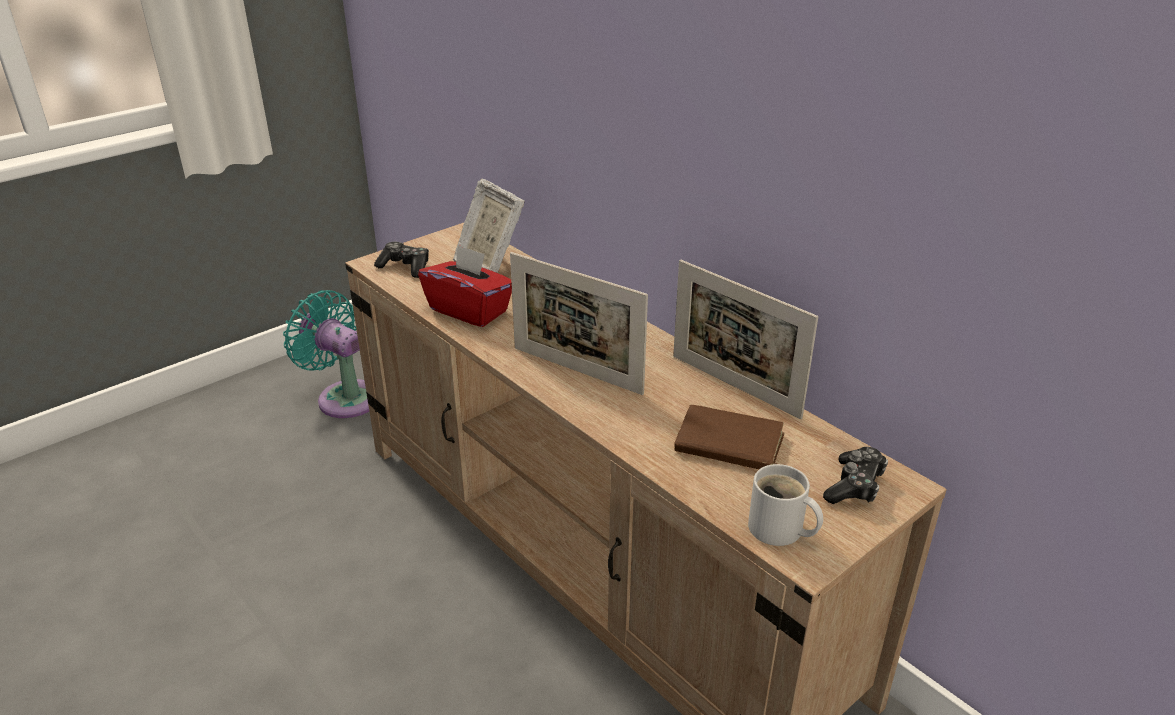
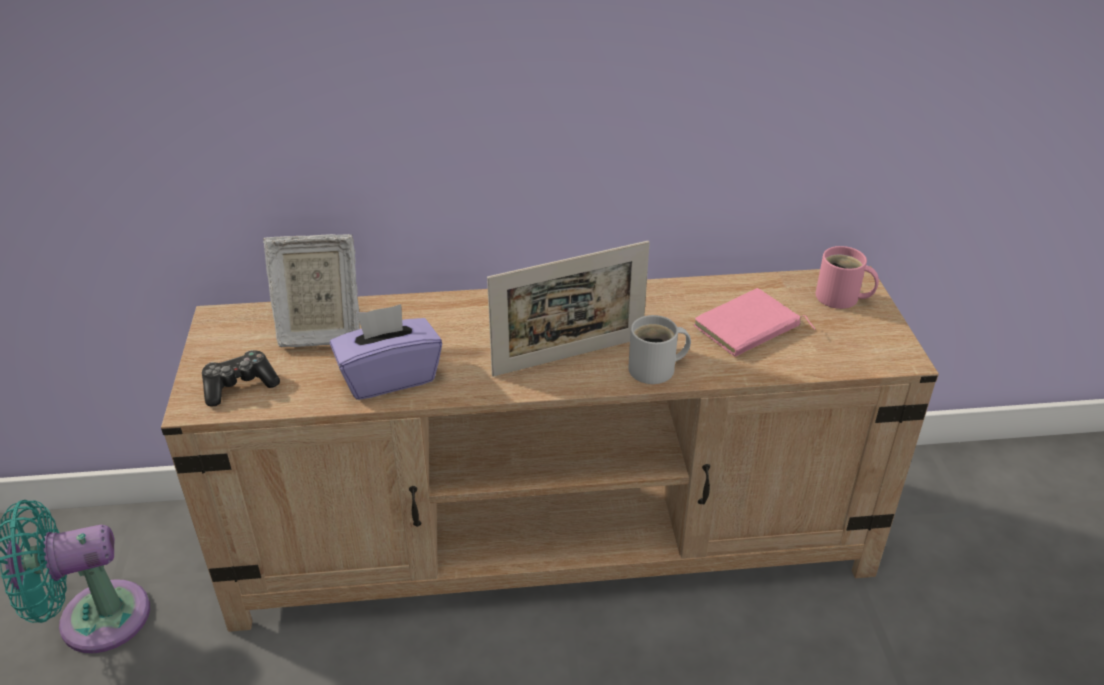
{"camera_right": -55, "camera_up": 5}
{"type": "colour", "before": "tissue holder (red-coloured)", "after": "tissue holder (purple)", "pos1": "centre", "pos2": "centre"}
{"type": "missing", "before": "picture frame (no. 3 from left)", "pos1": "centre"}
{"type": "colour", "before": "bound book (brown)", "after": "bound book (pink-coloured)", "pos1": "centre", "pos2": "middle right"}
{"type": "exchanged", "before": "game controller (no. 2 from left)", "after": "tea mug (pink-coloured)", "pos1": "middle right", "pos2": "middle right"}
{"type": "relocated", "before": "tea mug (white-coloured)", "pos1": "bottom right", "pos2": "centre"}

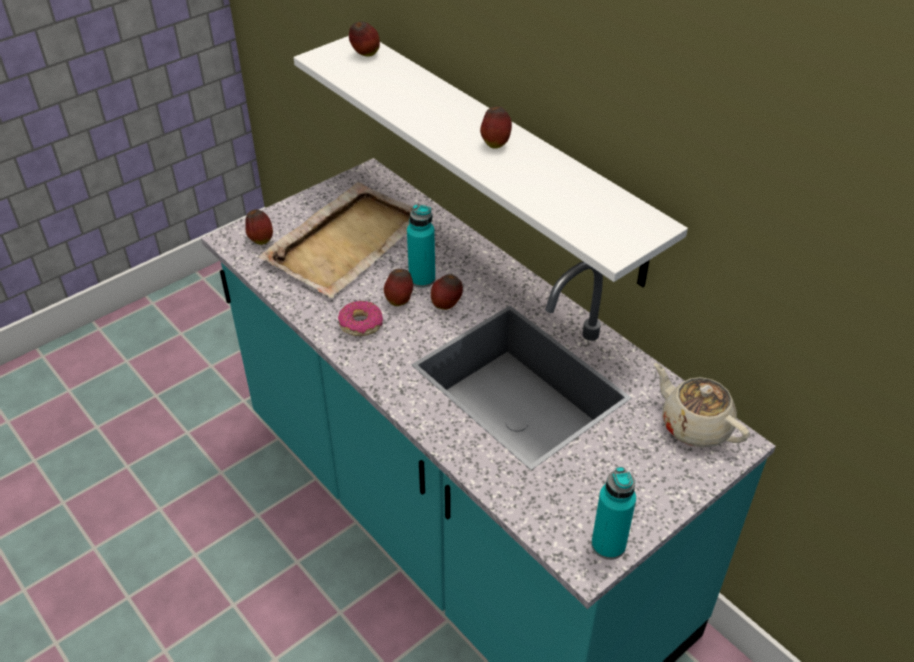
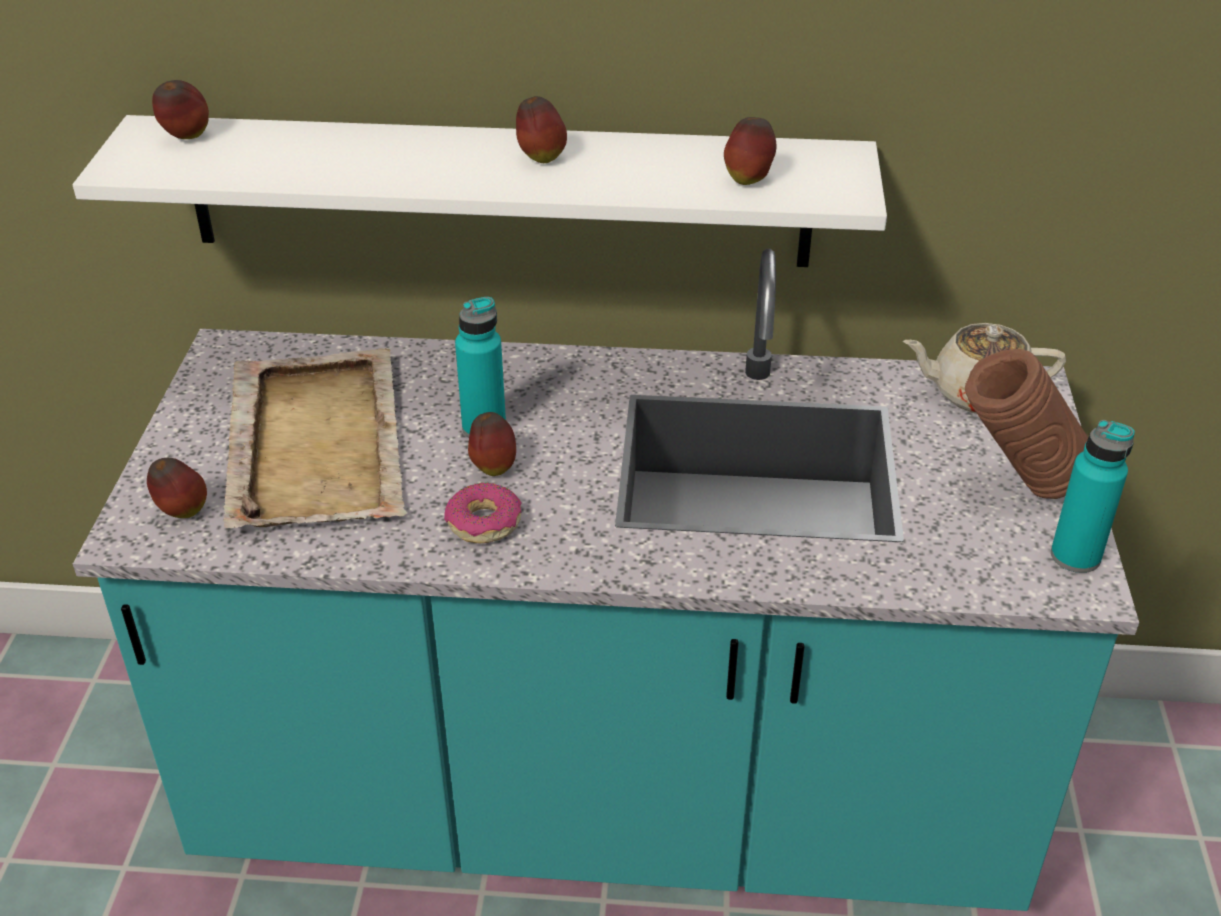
{"camera_right": -45, "camera_up": -5}
{"type": "relocated", "before": "apple fruit (no. 4 from left in the first image)", "after": "apple fruit (no. 5 from left)", "pos1": "centre", "pos2": "top centre"}
{"type": "appeared", "after": "vase (brown)", "pos2": "middle right"}

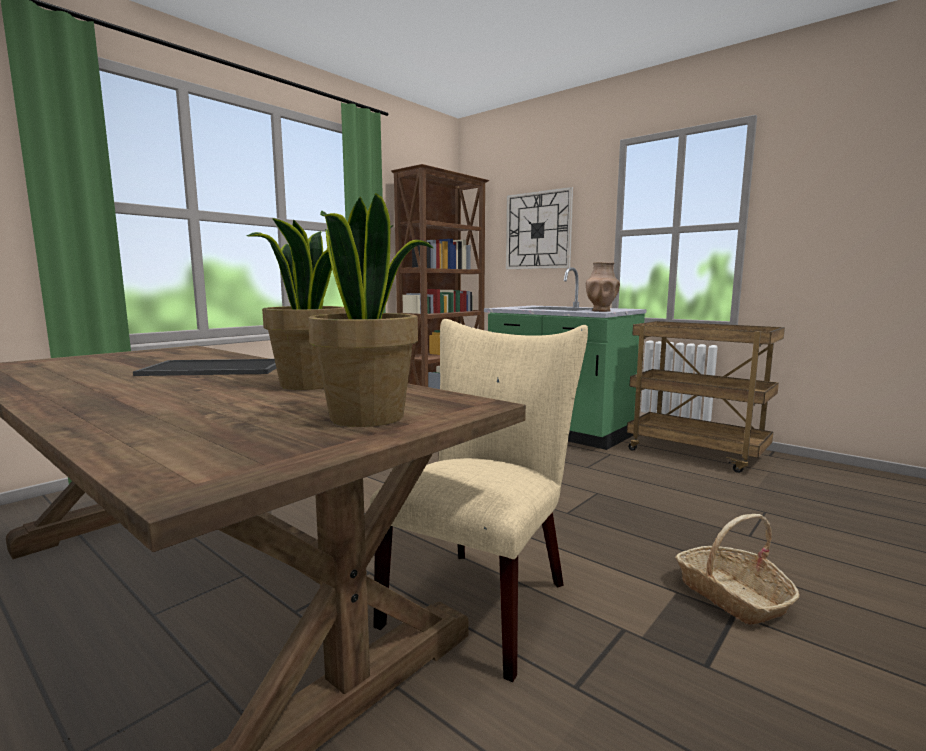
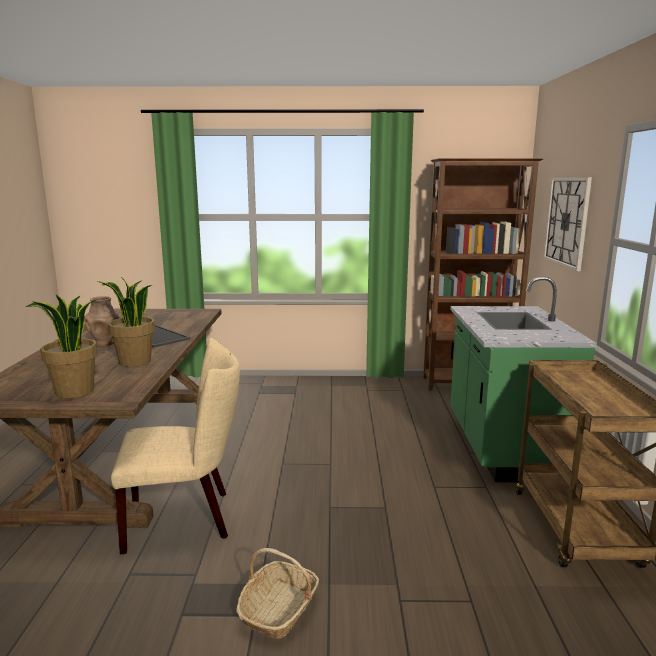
{"camera_right": 50, "camera_up": 5}
{"type": "relocated", "before": "vase (brown)", "pos1": "centre", "pos2": "middle left"}

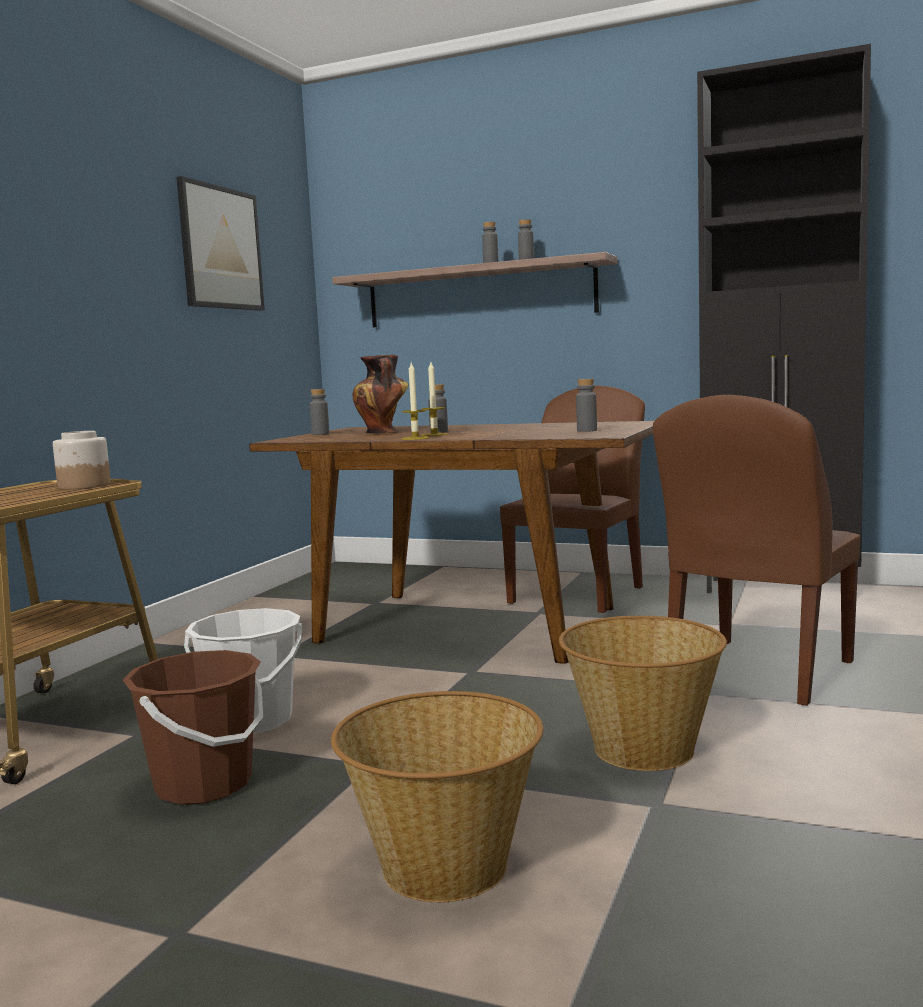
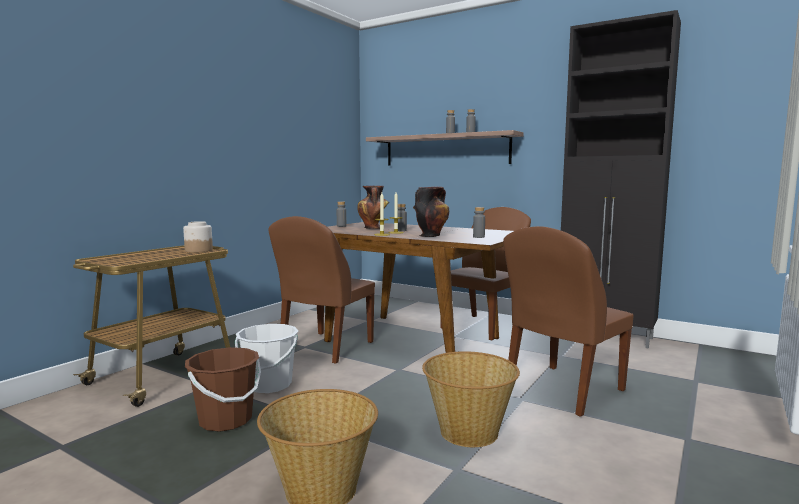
{"camera_right": 10, "camera_up": 0}
{"type": "missing", "before": "picture", "pos1": "top left"}
{"type": "appeared", "after": "vase (no. 2 from left)", "pos2": "centre"}
{"type": "appeared", "after": "upright chair (brown) (no. 1 from left)", "pos2": "centre"}

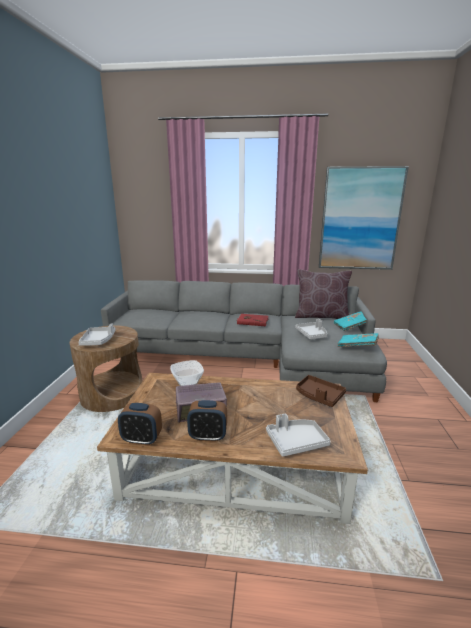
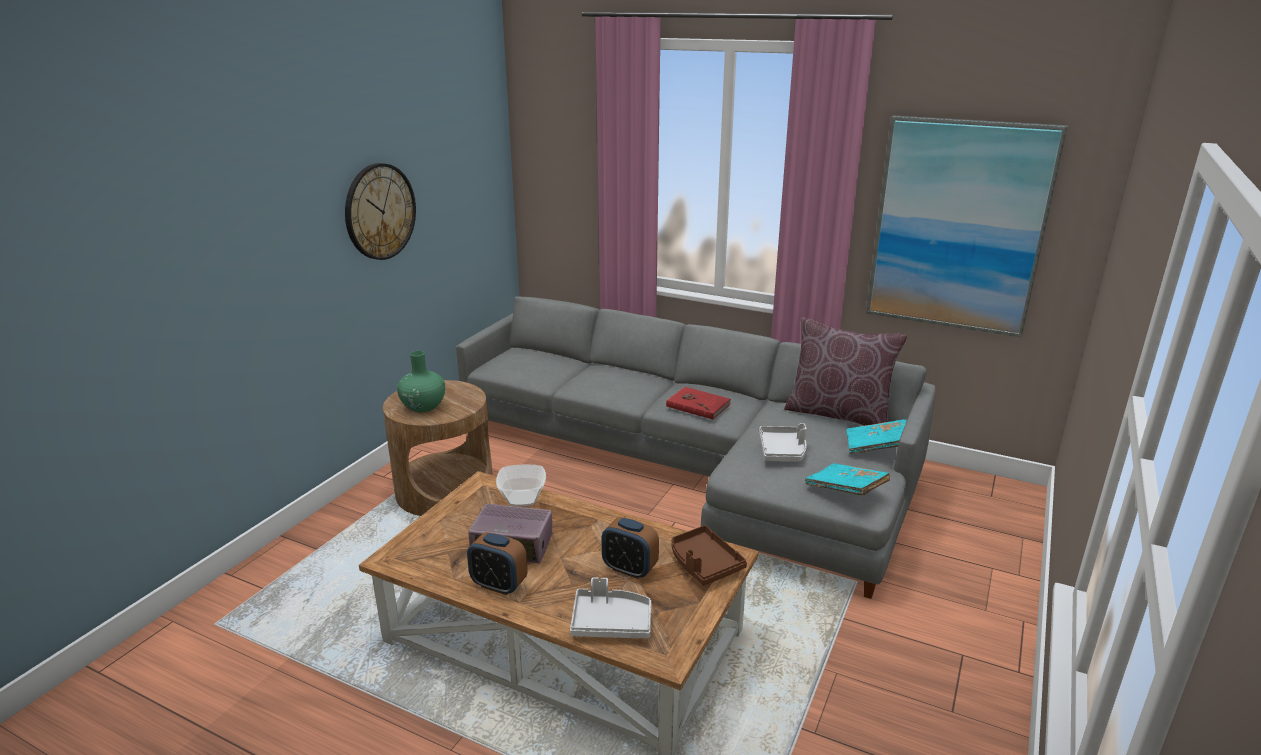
{"camera_right": 20, "camera_up": 5}
{"type": "exchanged", "before": "tray (grey) (no. 1 from left)", "after": "vase (green)", "pos1": "middle left", "pos2": "centre"}
{"type": "relocated", "before": "bedside clock (no. 1 from left in the first image)", "after": "bedside clock (no. 2 from left)", "pos1": "bottom left", "pos2": "bottom centre"}
{"type": "appeared", "after": "clock on the wall", "pos2": "top left"}

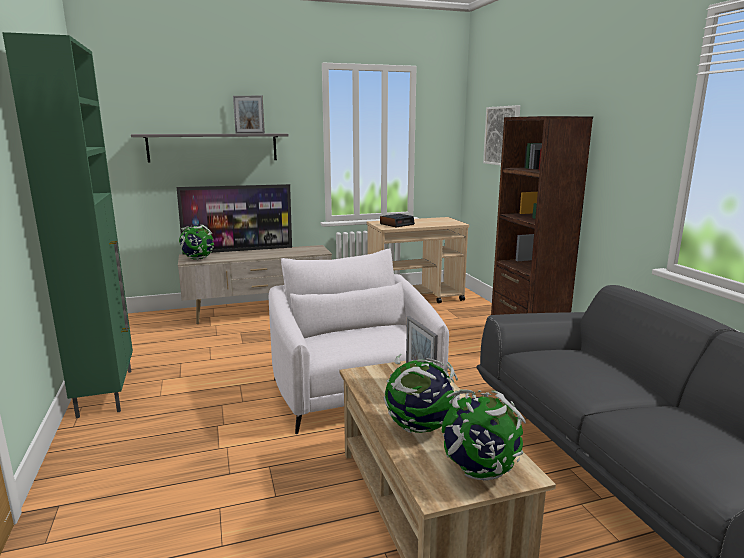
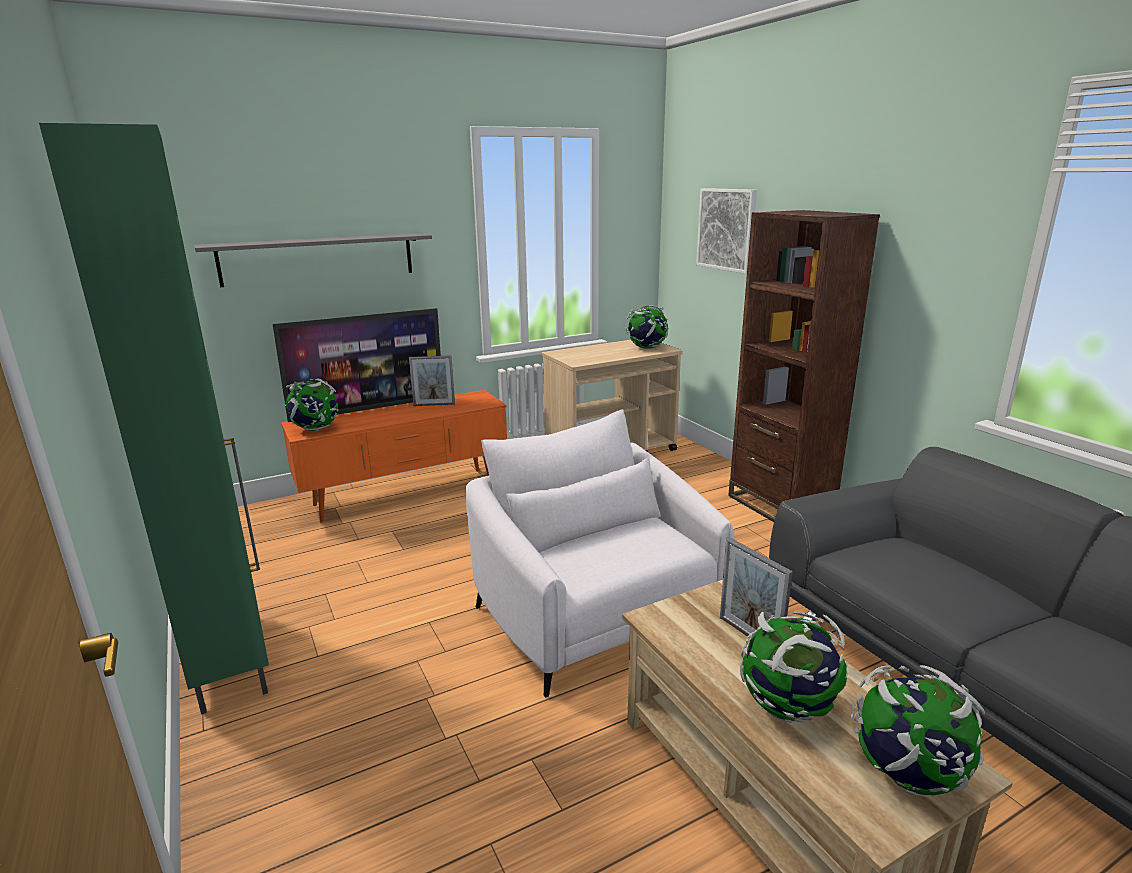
{"camera_right": -10, "camera_up": 5}
{"type": "relocated", "before": "picture frame (no. 1 from left)", "pos1": "top centre", "pos2": "centre"}
{"type": "missing", "before": "bedside clock", "pos1": "centre"}
{"type": "colour", "before": "tv unit (beige-coloured)", "after": "tv unit (orange)", "pos1": "centre", "pos2": "centre"}
{"type": "appeared", "after": "world globe (no. 2 from left)", "pos2": "centre"}

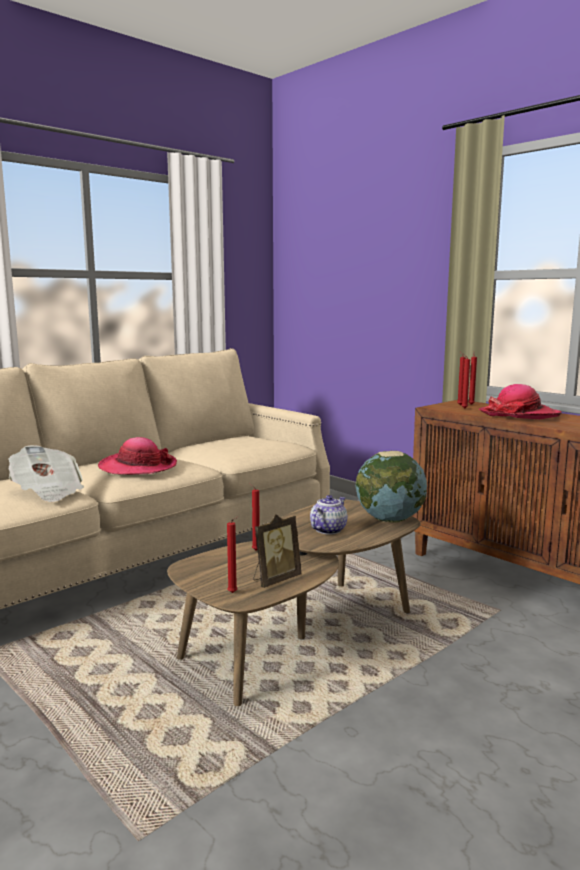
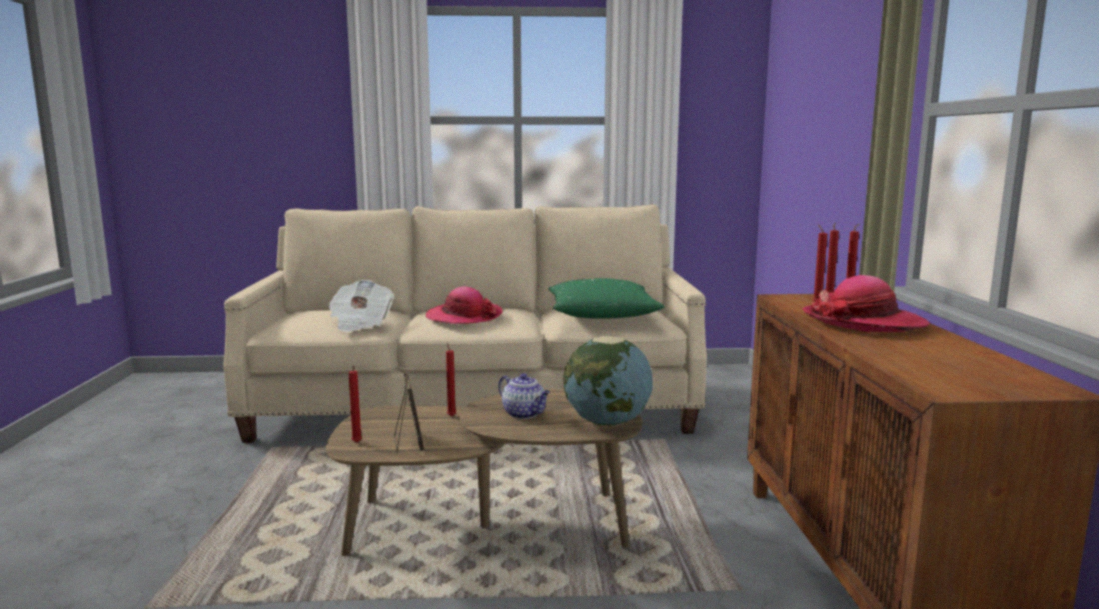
{"camera_right": 40, "camera_up": 0}
{"type": "spun", "before": "tea pot", "pos1": "centre", "pos2": "centre", "turn": 60}
{"type": "spun", "before": "picture frame", "pos1": "centre", "pos2": "bottom centre", "turn": -105}
{"type": "appeared", "after": "throw pillow (green)", "pos2": "centre"}

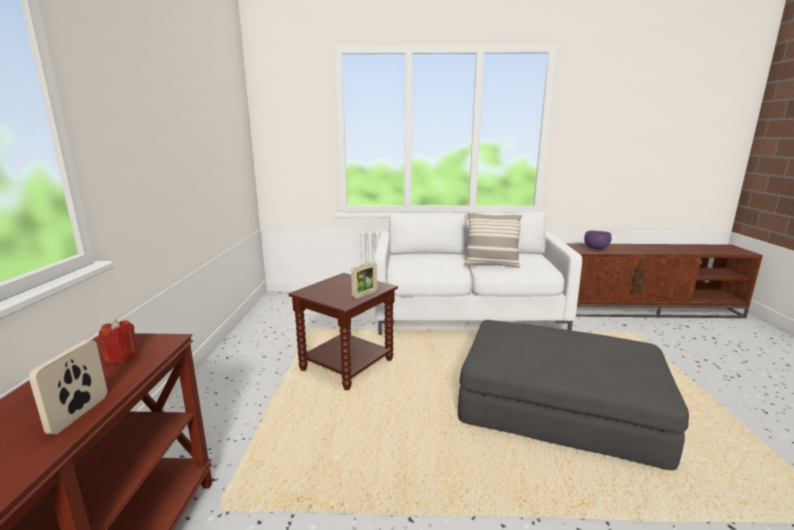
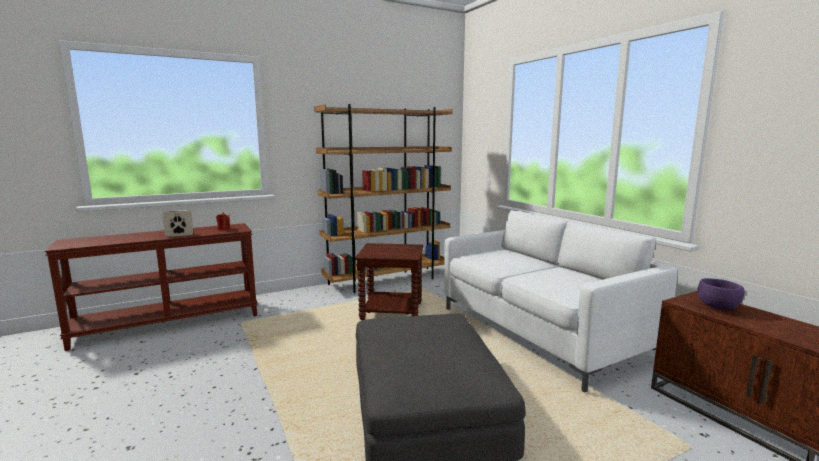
{"camera_right": 60, "camera_up": -5}
{"type": "missing", "before": "throw pillow", "pos1": "centre"}
{"type": "missing", "before": "picture frame (no. 2 from left)", "pos1": "centre"}
{"type": "appeared", "after": "bookshelf (brown)", "pos2": "centre"}

